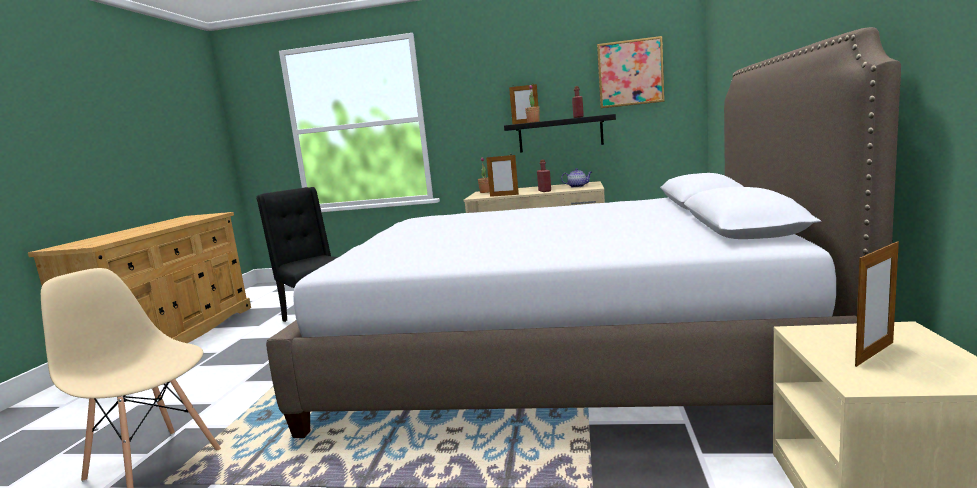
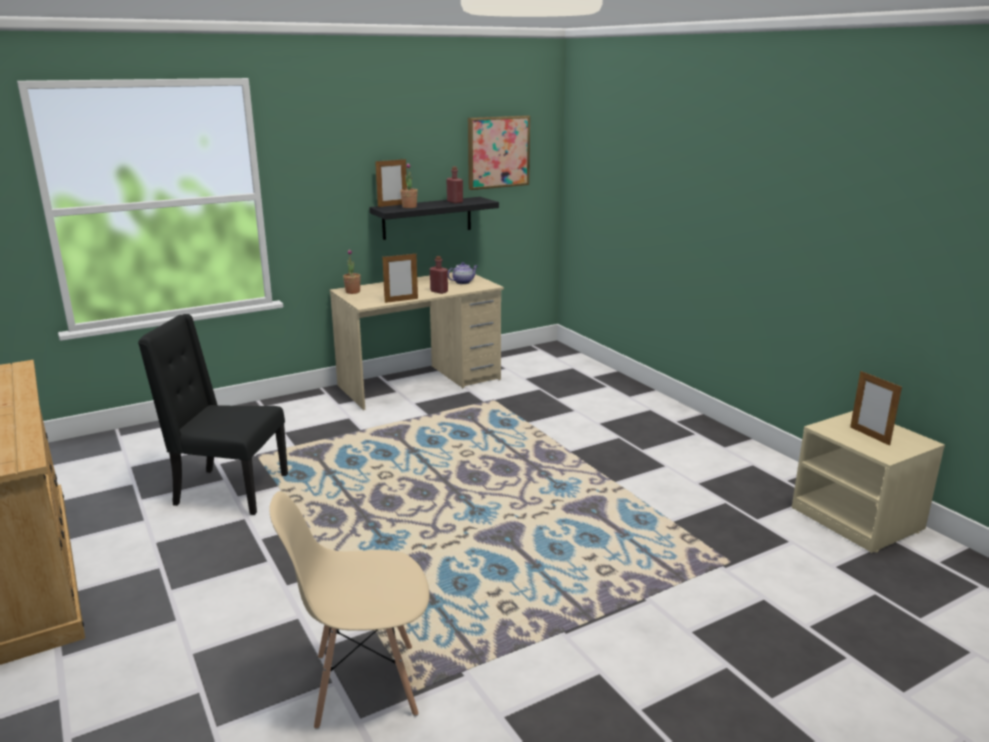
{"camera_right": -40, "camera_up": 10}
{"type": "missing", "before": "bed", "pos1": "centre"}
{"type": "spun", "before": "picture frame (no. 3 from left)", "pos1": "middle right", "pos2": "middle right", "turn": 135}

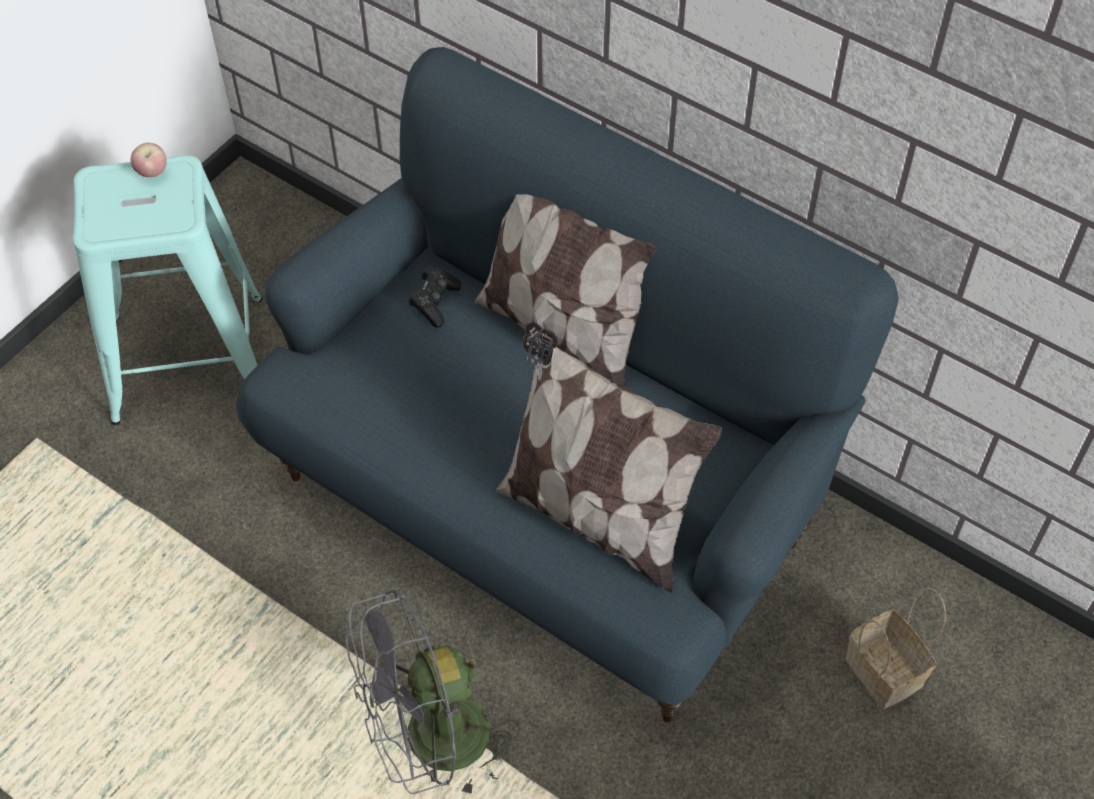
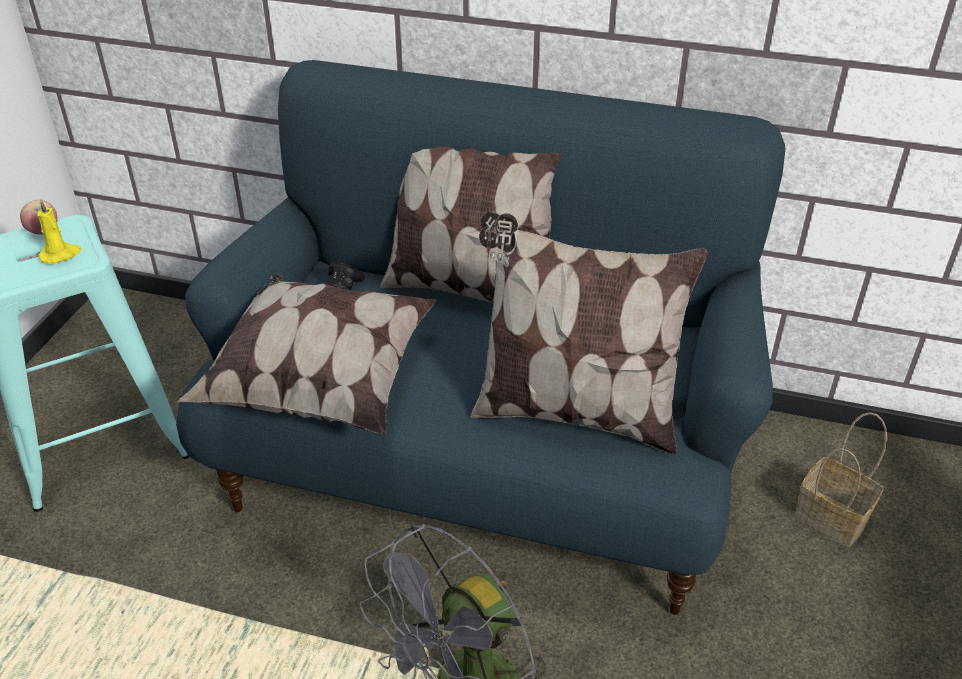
{"camera_right": -20, "camera_up": -15}
{"type": "appeared", "after": "wax light (yellow-coloured)", "pos2": "middle left"}
{"type": "appeared", "after": "throw pillow (no. 1 from left)", "pos2": "middle left"}

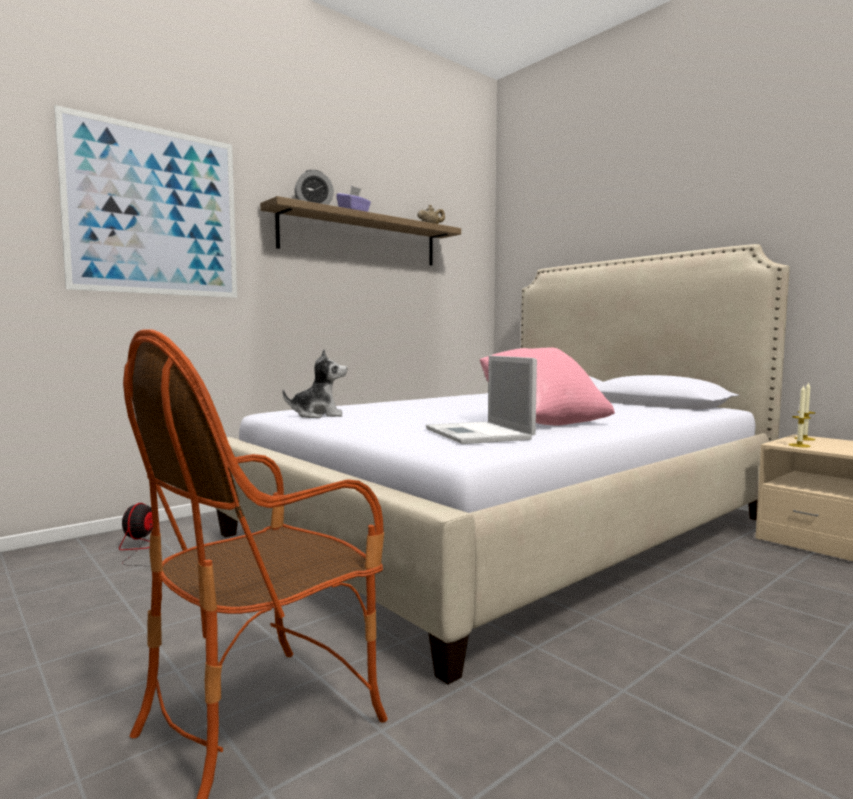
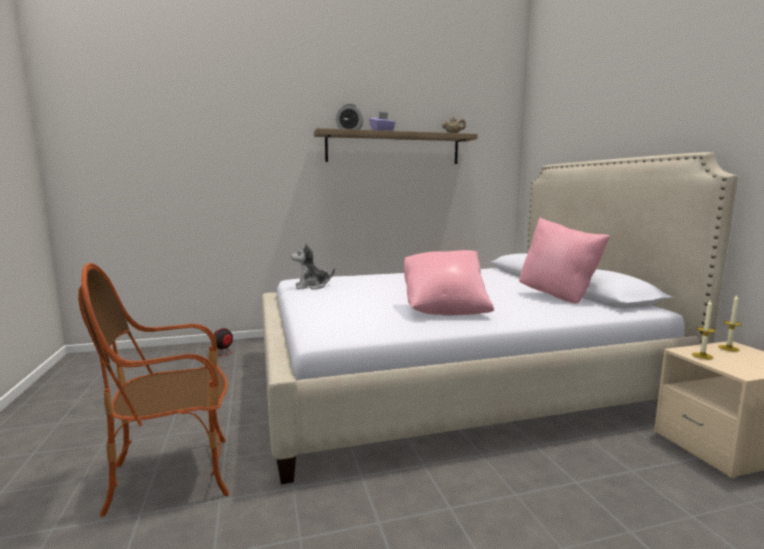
{"camera_right": 25, "camera_up": 5}
{"type": "missing", "before": "picture", "pos1": "top left"}
{"type": "spun", "before": "cuddly toy", "pos1": "centre", "pos2": "centre", "turn": 150}
{"type": "missing", "before": "laptop", "pos1": "centre"}
{"type": "appeared", "after": "throw pillow (pink-coloured) (no. 2 from left)", "pos2": "middle right"}

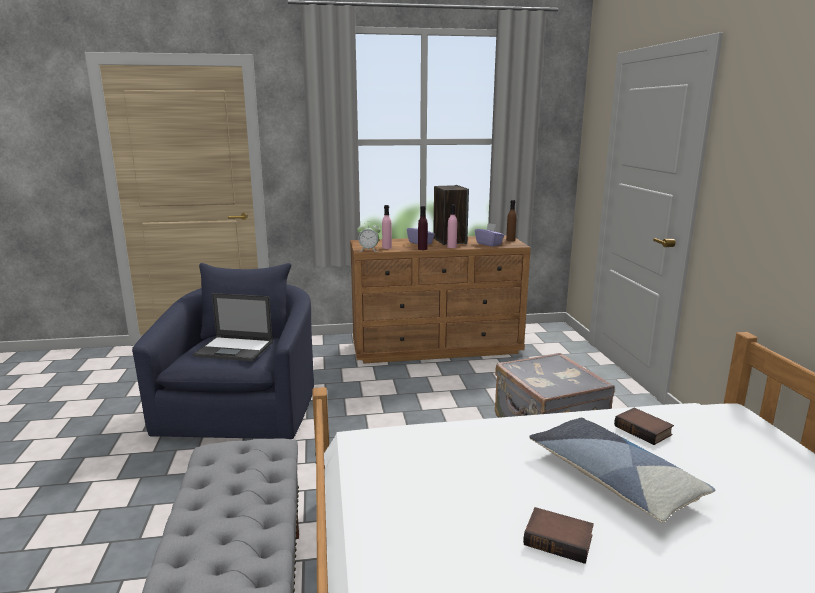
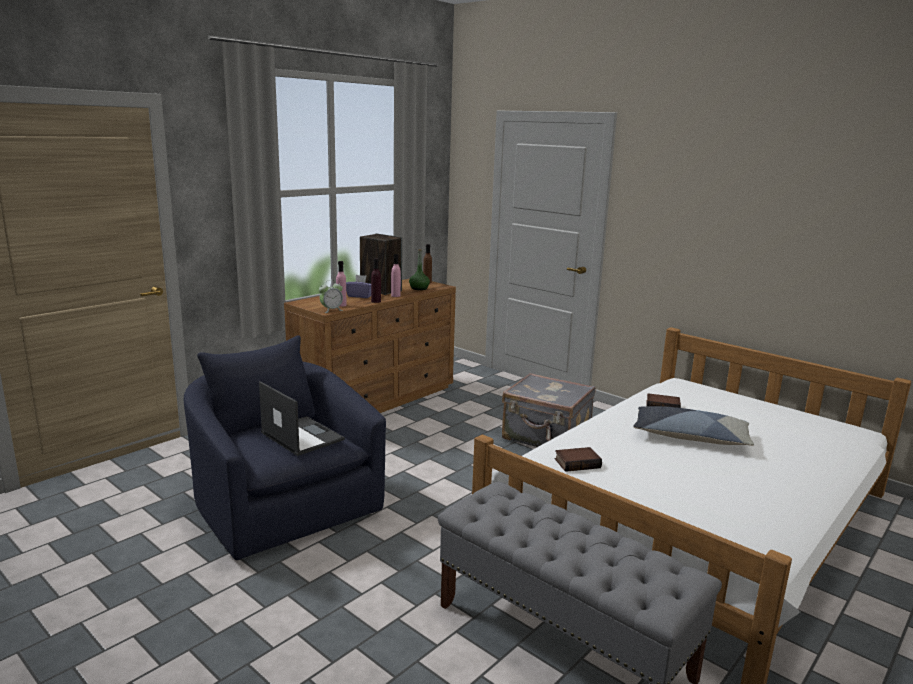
{"camera_right": -40, "camera_up": 0}
{"type": "exchanged", "before": "tissue holder (purple) (no. 2 from left)", "after": "drink bottle (green)", "pos1": "centre", "pos2": "centre"}
{"type": "spun", "before": "laptop", "pos1": "middle left", "pos2": "middle left", "turn": -105}
{"type": "relocated", "before": "bound book (no. 1 from left)", "pos1": "bottom right", "pos2": "bottom centre"}

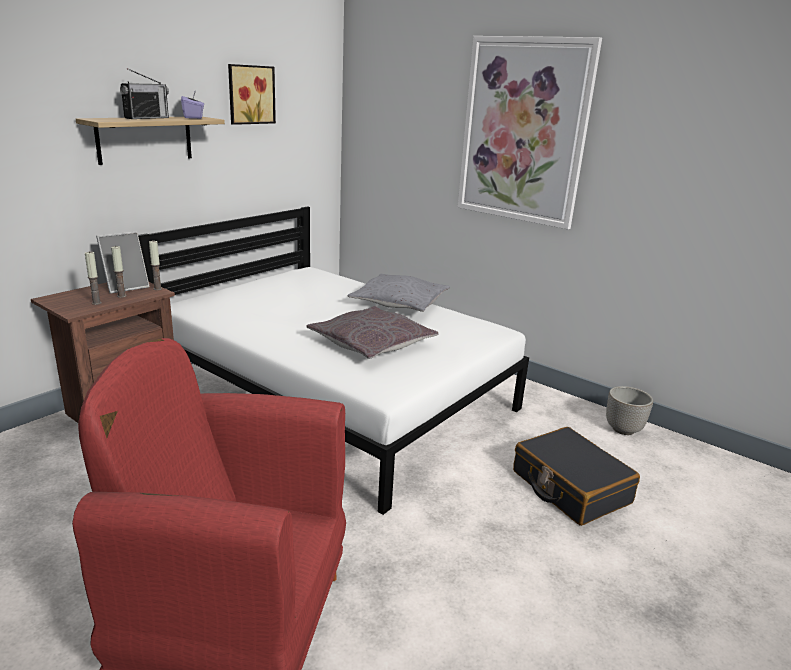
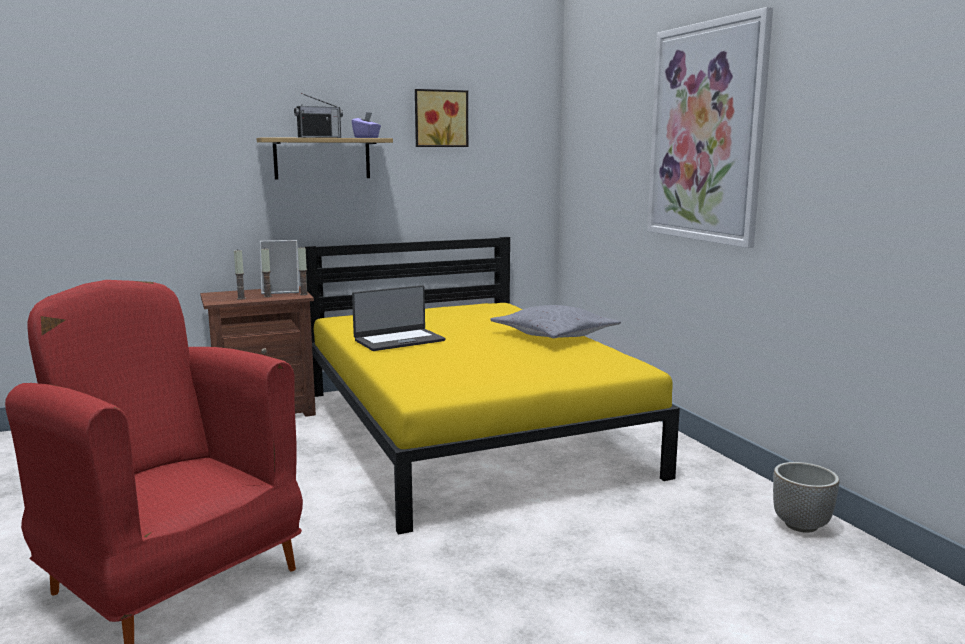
{"camera_right": 30, "camera_up": -10}
{"type": "colour", "before": "bed (white-coloured)", "after": "bed (yellow-coloured)", "pos1": "centre", "pos2": "centre"}
{"type": "missing", "before": "throw pillow (grey) (no. 1 from left)", "pos1": "centre"}
{"type": "missing", "before": "piece of luggage (black-coloured)", "pos1": "bottom right"}
{"type": "appeared", "after": "laptop", "pos2": "centre"}

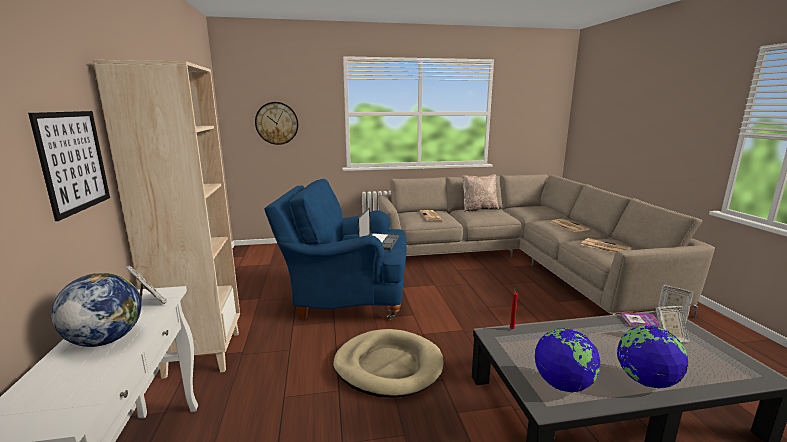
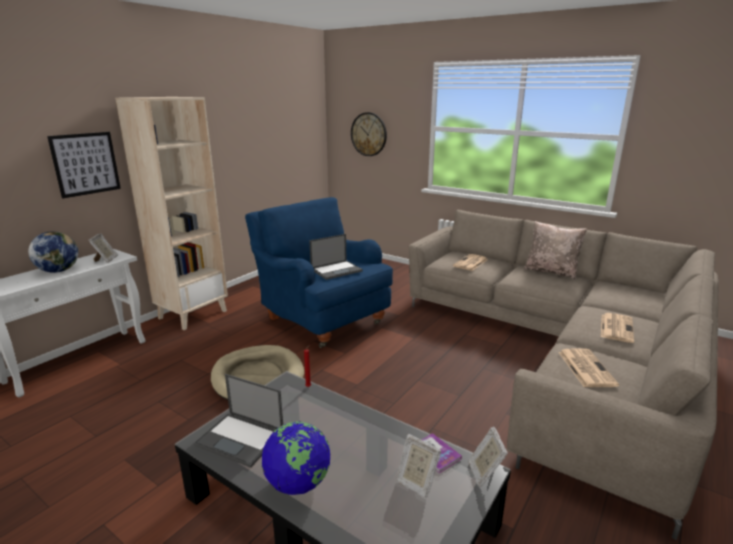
{"camera_right": 45, "camera_up": 5}
{"type": "exchanged", "before": "world globe (no. 2 from left)", "after": "laptop (no. 1 from left)", "pos1": "bottom right", "pos2": "bottom left"}

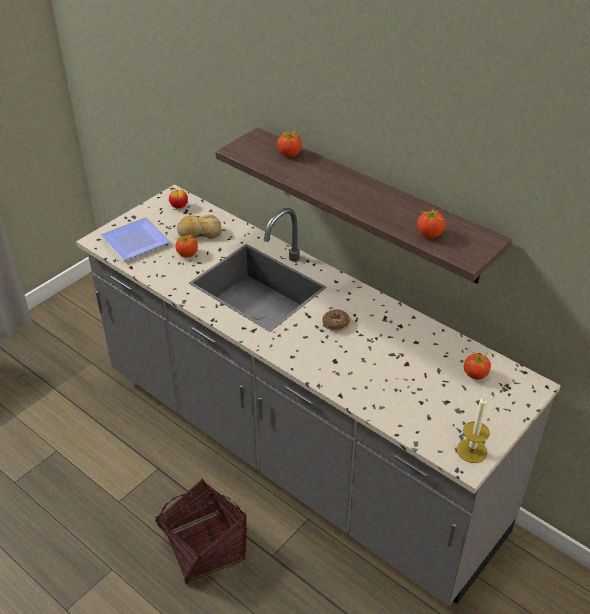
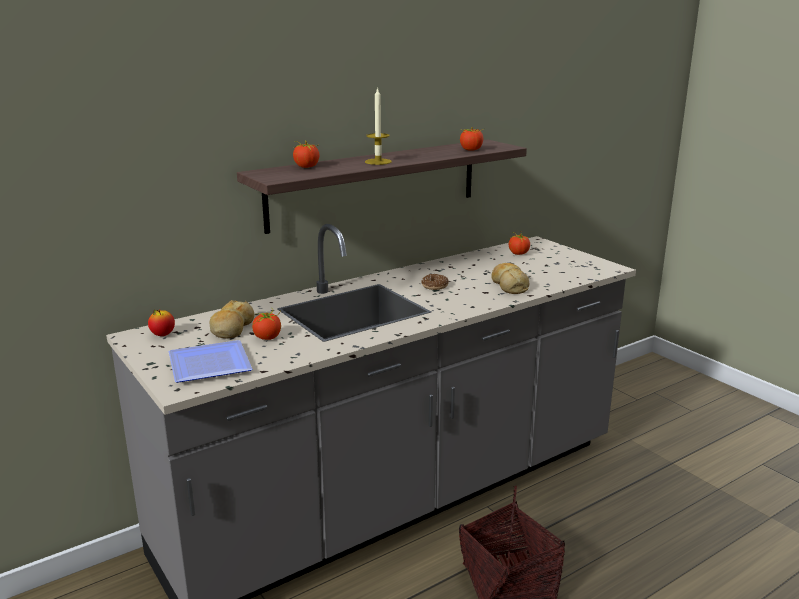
{"camera_right": -75, "camera_up": -20}
{"type": "relocated", "before": "wax light", "pos1": "bottom right", "pos2": "top centre"}
{"type": "appeared", "after": "baked bread (no. 2 from left)", "pos2": "centre"}

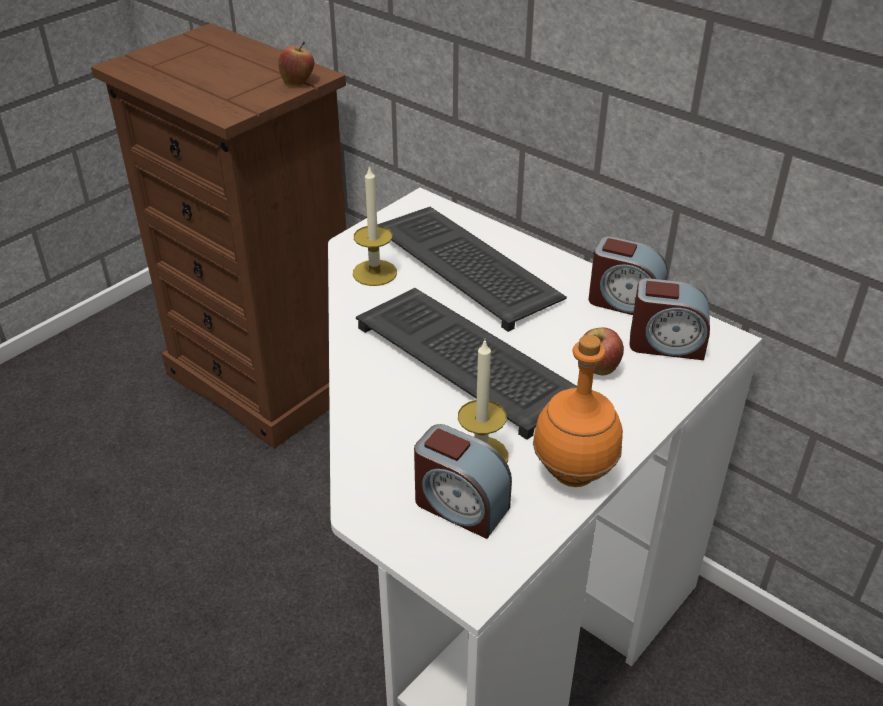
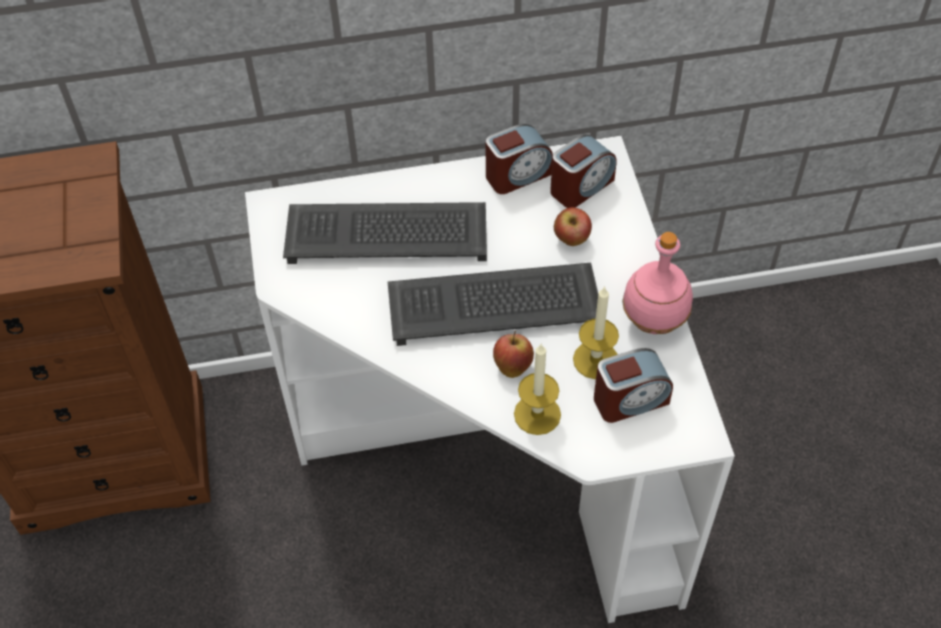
{"camera_right": -50, "camera_up": 15}
{"type": "relocated", "before": "apple fruit (no. 1 from left)", "pos1": "top centre", "pos2": "centre"}
{"type": "relocated", "before": "wax light (no. 1 from left)", "pos1": "top centre", "pos2": "centre"}
{"type": "colour", "before": "drink bottle (orange)", "after": "drink bottle (pink-coloured)", "pos1": "centre", "pos2": "middle right"}

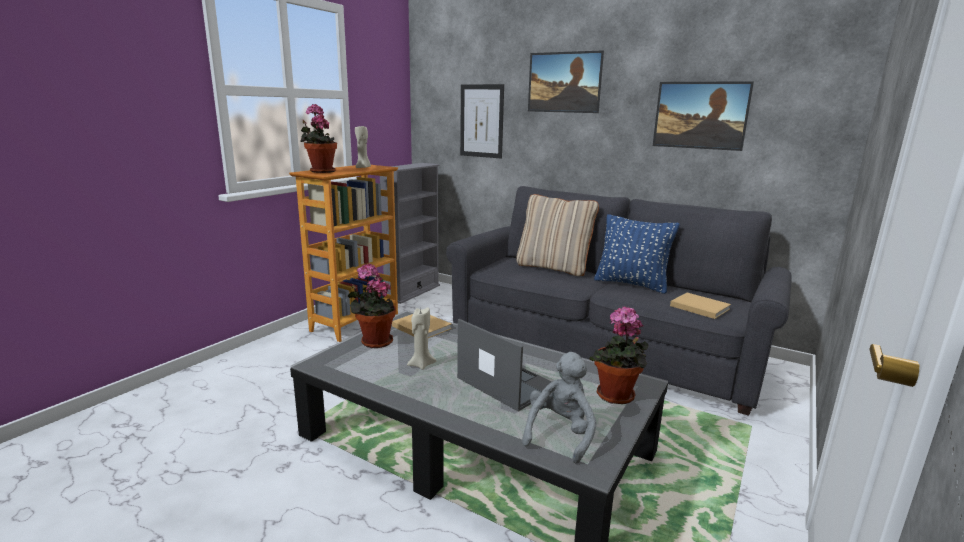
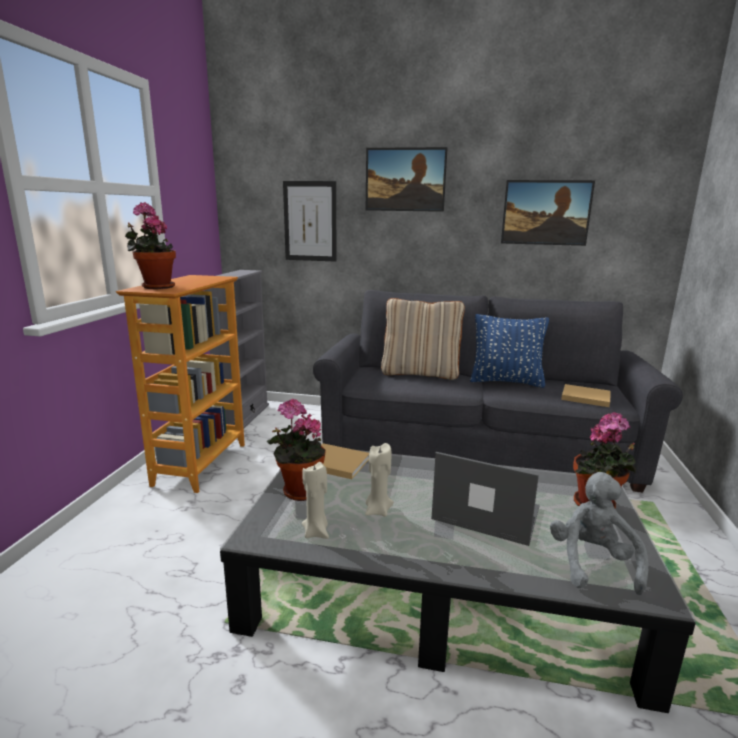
{"camera_right": -20, "camera_up": 0}
{"type": "relocated", "before": "wax light (beige-coloured) (no. 1 from left)", "pos1": "top centre", "pos2": "bottom centre"}

